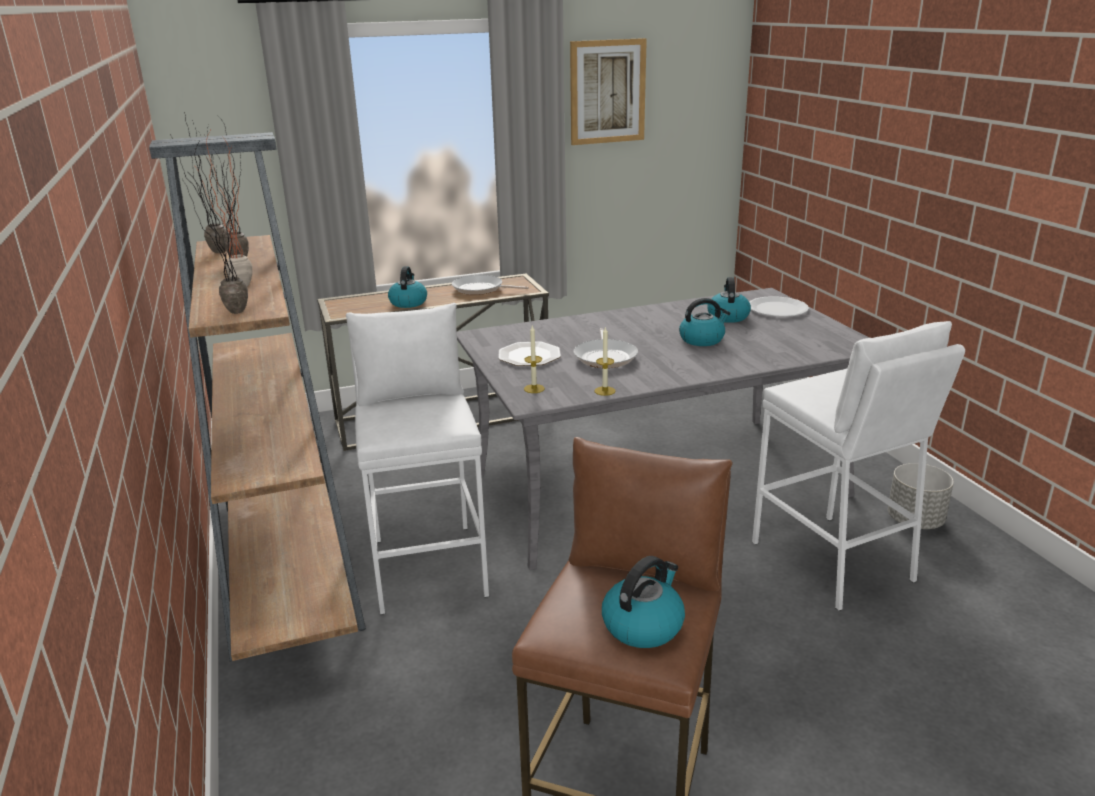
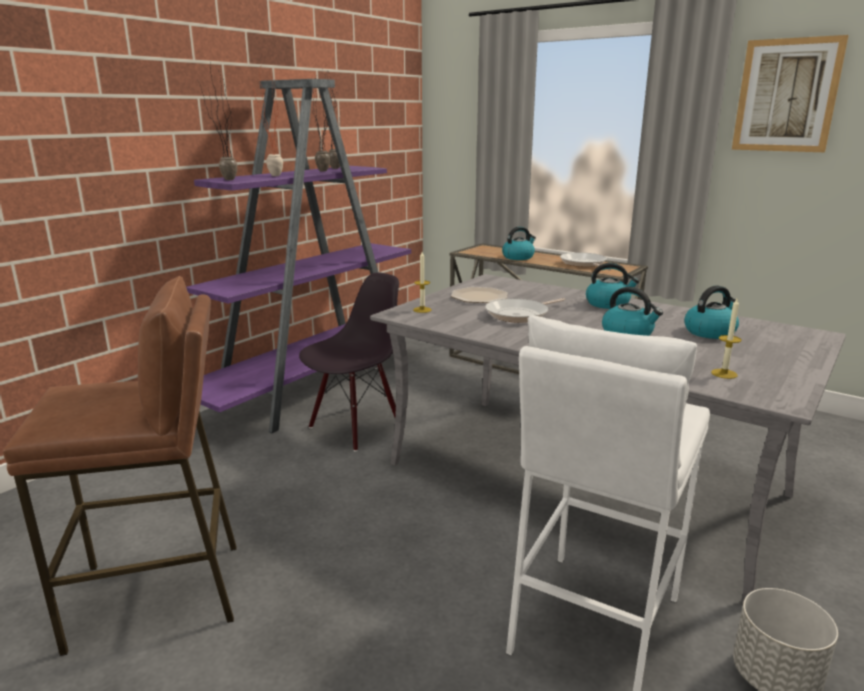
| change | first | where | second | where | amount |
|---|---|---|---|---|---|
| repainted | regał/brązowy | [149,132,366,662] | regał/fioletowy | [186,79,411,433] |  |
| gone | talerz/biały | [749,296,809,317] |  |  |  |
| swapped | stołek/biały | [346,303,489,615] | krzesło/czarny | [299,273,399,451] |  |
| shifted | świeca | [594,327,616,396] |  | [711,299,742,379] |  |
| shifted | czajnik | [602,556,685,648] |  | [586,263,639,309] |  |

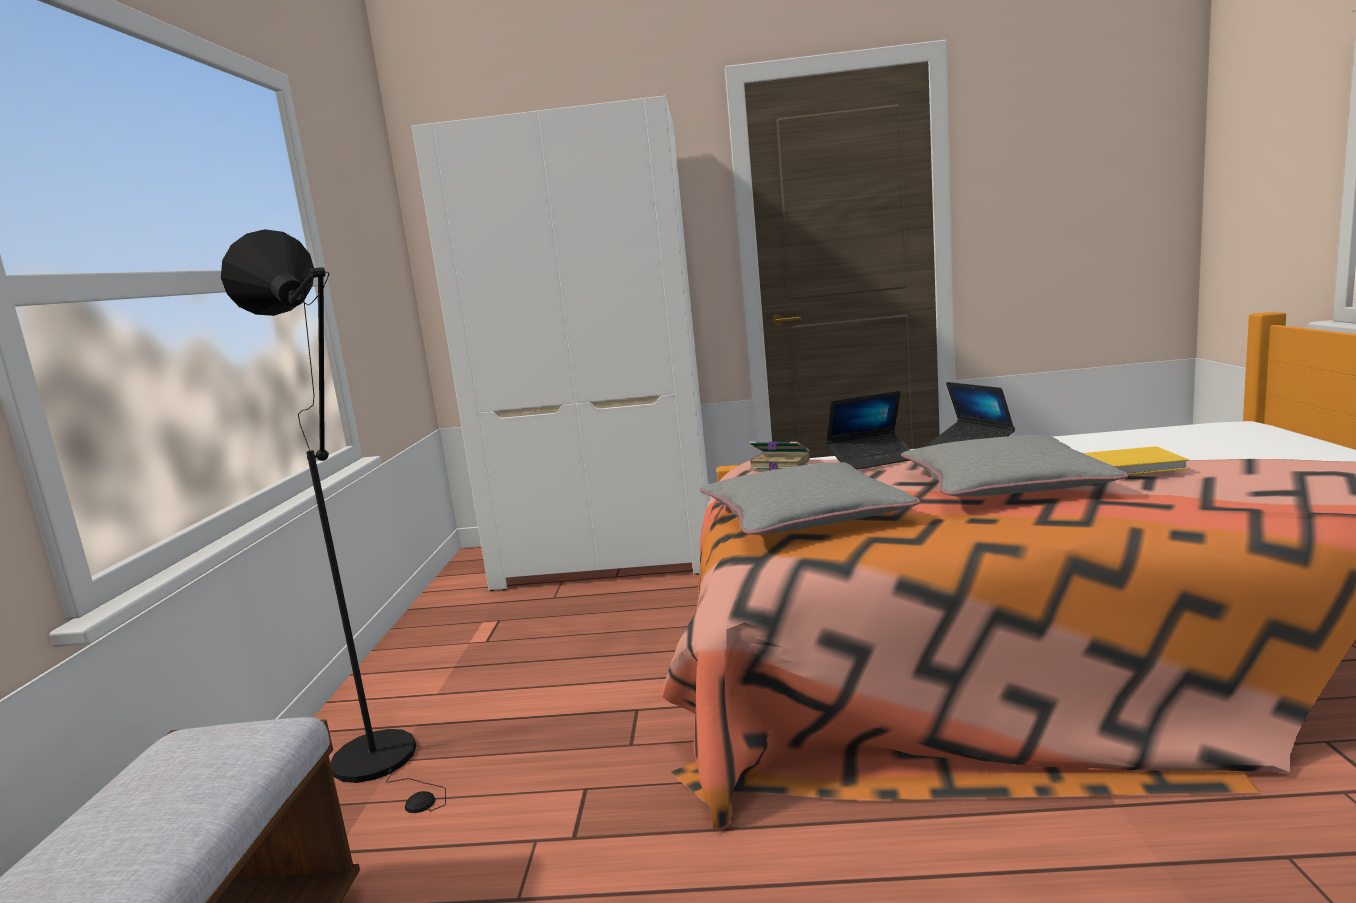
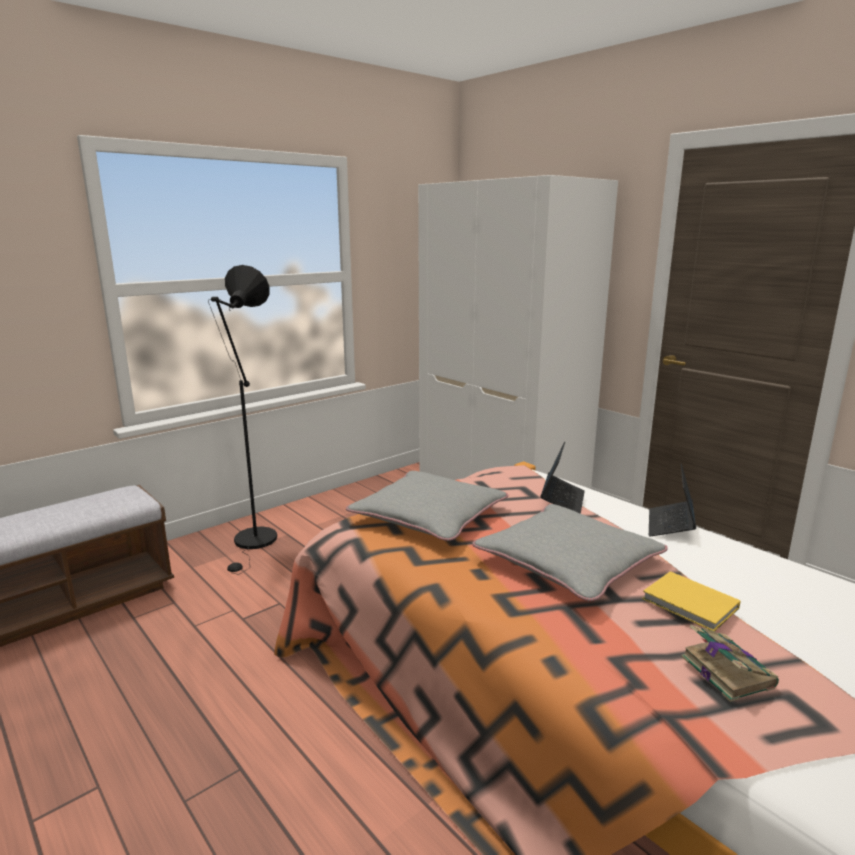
| change | first | where | second | where | amount |
|---|---|---|---|---|---|
| rotated | laptop | [826,391,910,470] |  | [540,442,585,514] | 105 degrees counterclockwise |
| shifted | książka | [749,441,810,470] |  | [681,625,779,702] |  |

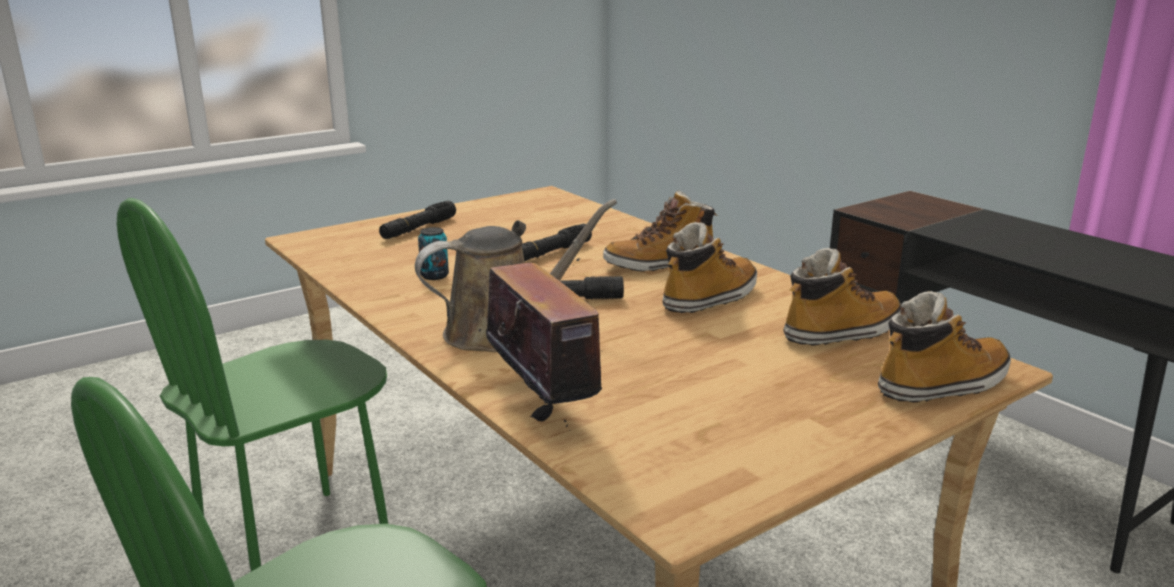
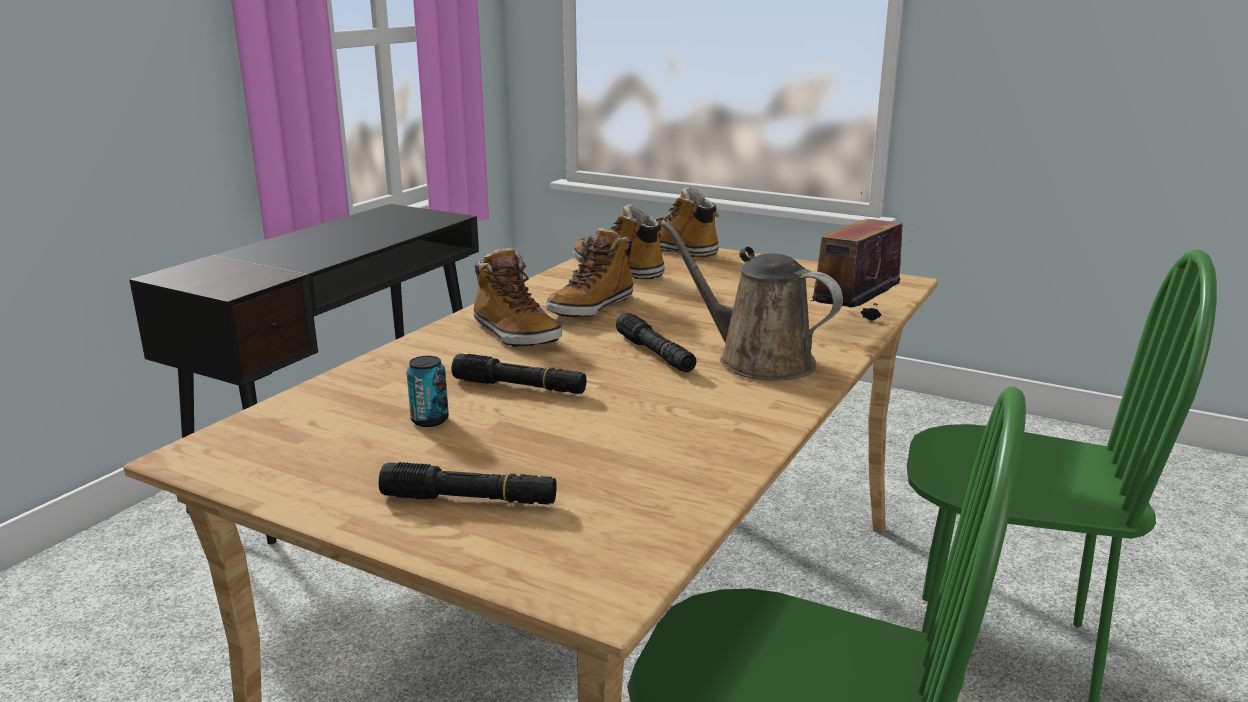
| change | first | where | second | where | amount |
|---|---|---|---|---|---|
| rotated | but z cholewką | [663,222,757,313] |  | [546,227,633,317] | 75 degrees counterclockwise |
| shifted | puszka | [418,227,449,280] |  | [406,356,449,427] |  |

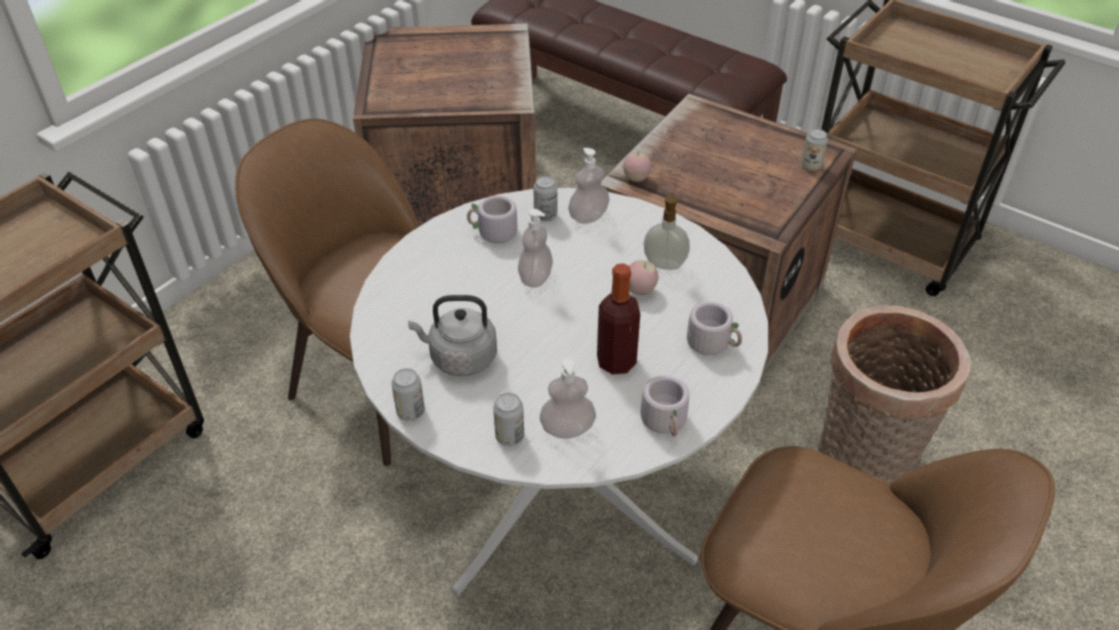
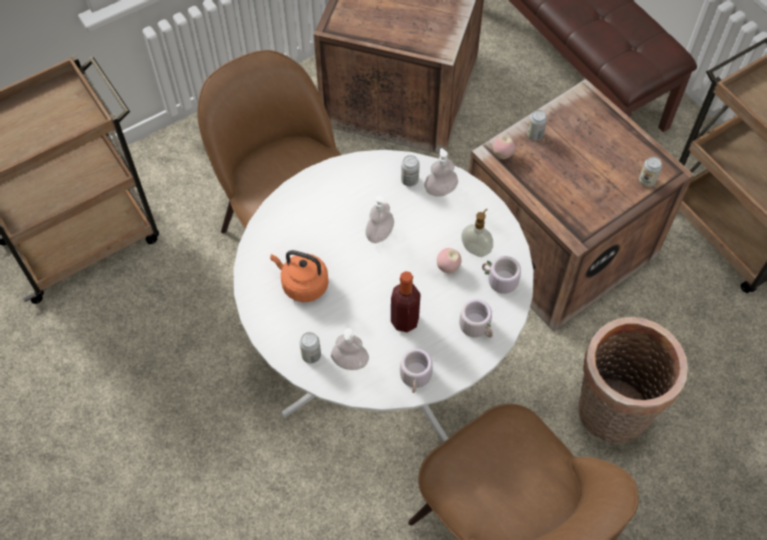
| change | first | where | second | where | amount |
|---|---|---|---|---|---|
| shifted | kubek/szary | [467,195,517,247] |  | [482,256,521,303] |  |
| repainted | czajnik/szary | [408,295,497,376] | czajnik/pomarańczowy | [270,250,329,302] |  |
| shifted | puszka | [391,368,425,421] |  | [527,110,547,140] |  |

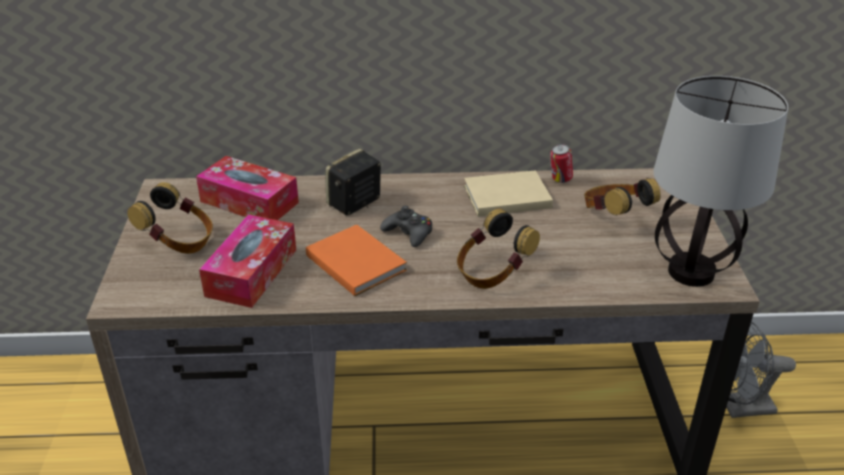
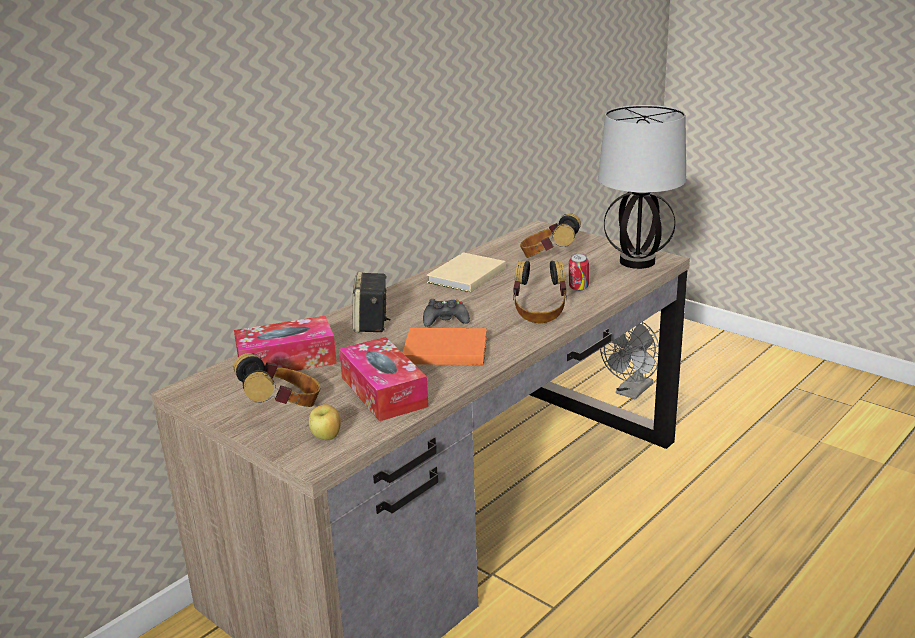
| change | first | where | second | where | amount |
|---|---|---|---|---|---|
| shifted | puszka | [550,144,573,183] |  | [569,253,589,291] |  |
| new |  |  | jabłko | [309,404,341,440] |  |

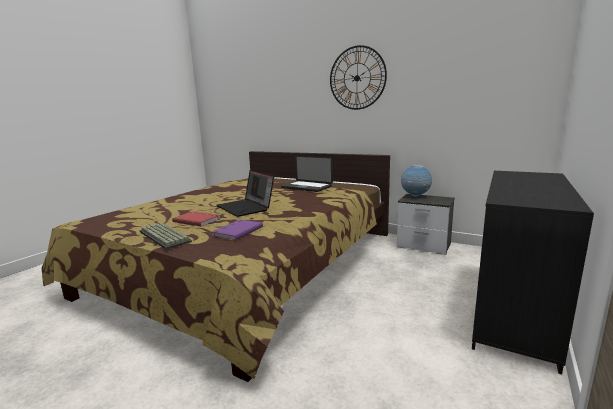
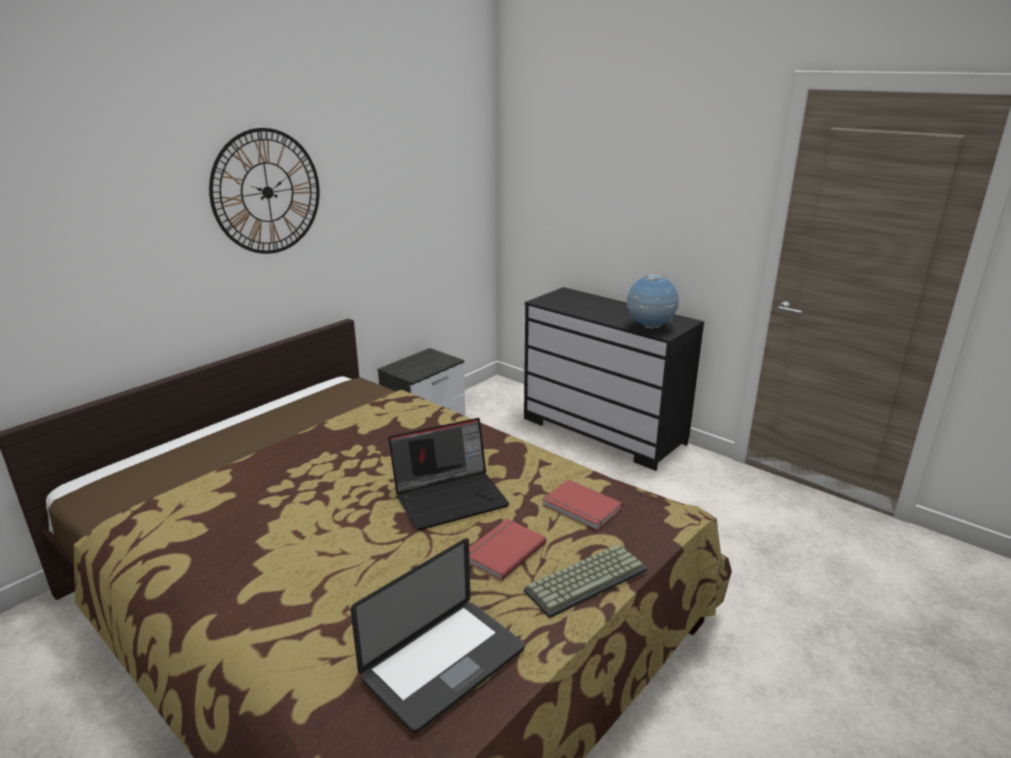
| change | first | where | second | where | amount |
|---|---|---|---|---|---|
| shifted | laptop | [281,155,333,192] |  | [350,538,525,734] |  |
| shifted | globus | [401,165,432,197] |  | [627,274,679,329] |  |
| repainted | książka/fioletowy | [212,219,263,241] | książka/czerwony | [542,480,623,530] |  |

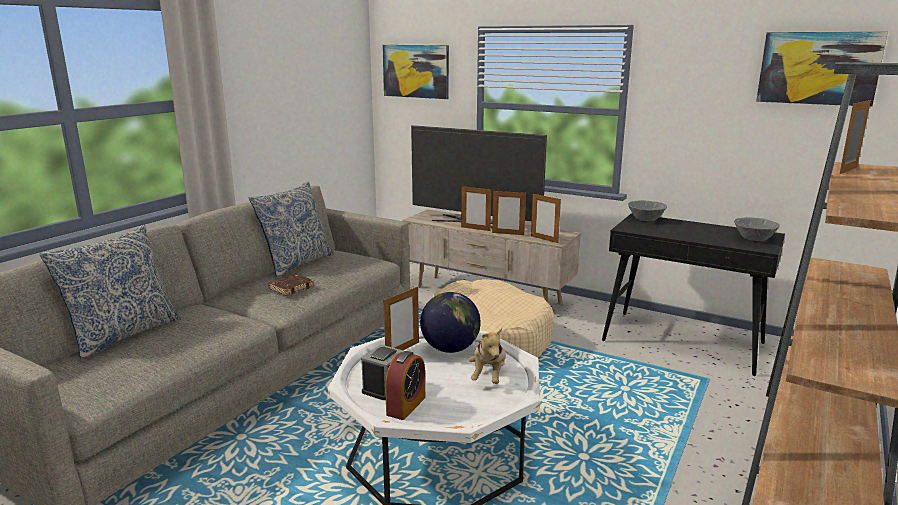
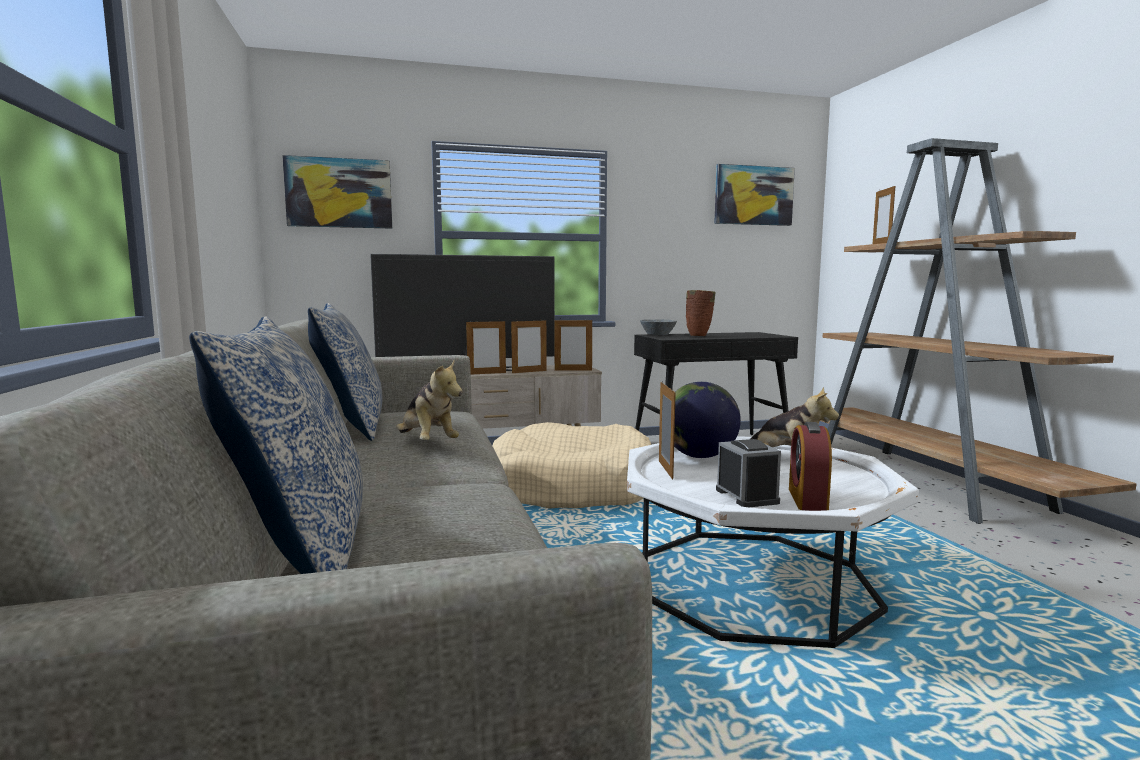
| change | first | where | second | where | amount |
|---|---|---|---|---|---|
| gone | miska/szary | [734,217,780,241] |  |  |  |
| swapped | książka/brązowy | [268,274,315,296] | pluszak | [396,361,463,440] |  |
| rotated | budzik | [385,351,425,420] |  | [789,422,832,511] | 150 degrees counterclockwise |
| new |  |  | wazon/brązowy | [686,290,716,336] |  |

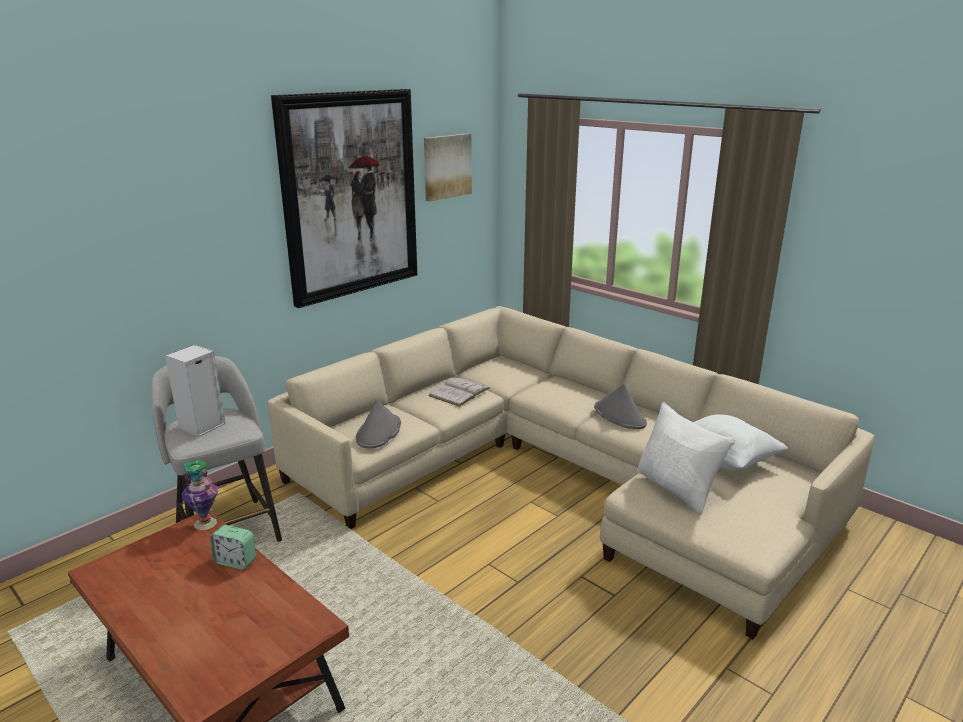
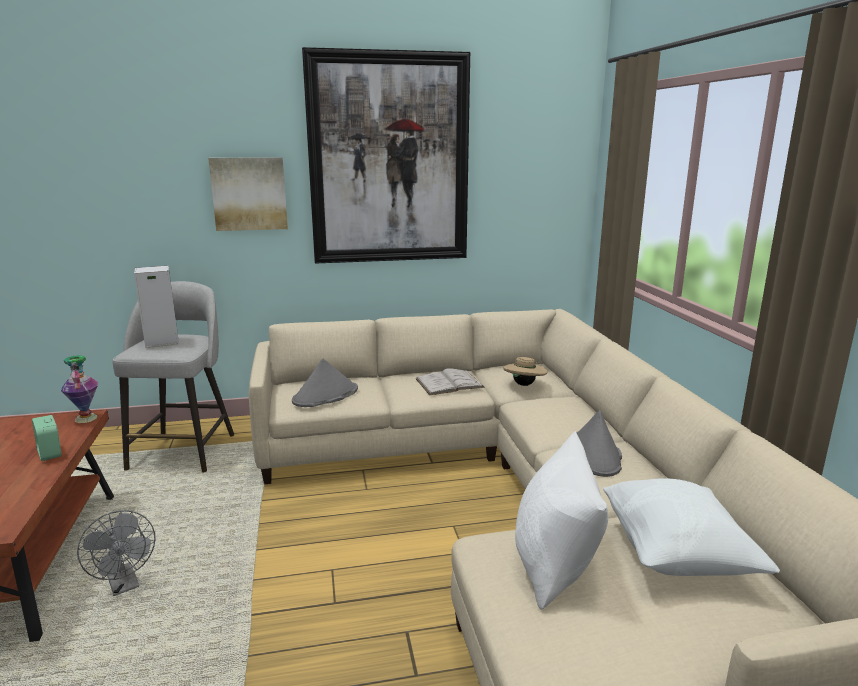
| change | first | where | second | where | amount |
|---|---|---|---|---|---|
| shifted | obraz | [424,133,472,202] |  | [208,157,288,231] |  |
| new |  |  | kapelusz/beżowy | [503,357,547,386] |  |
| new |  |  | wentylator/szary | [77,510,156,596] |  |

